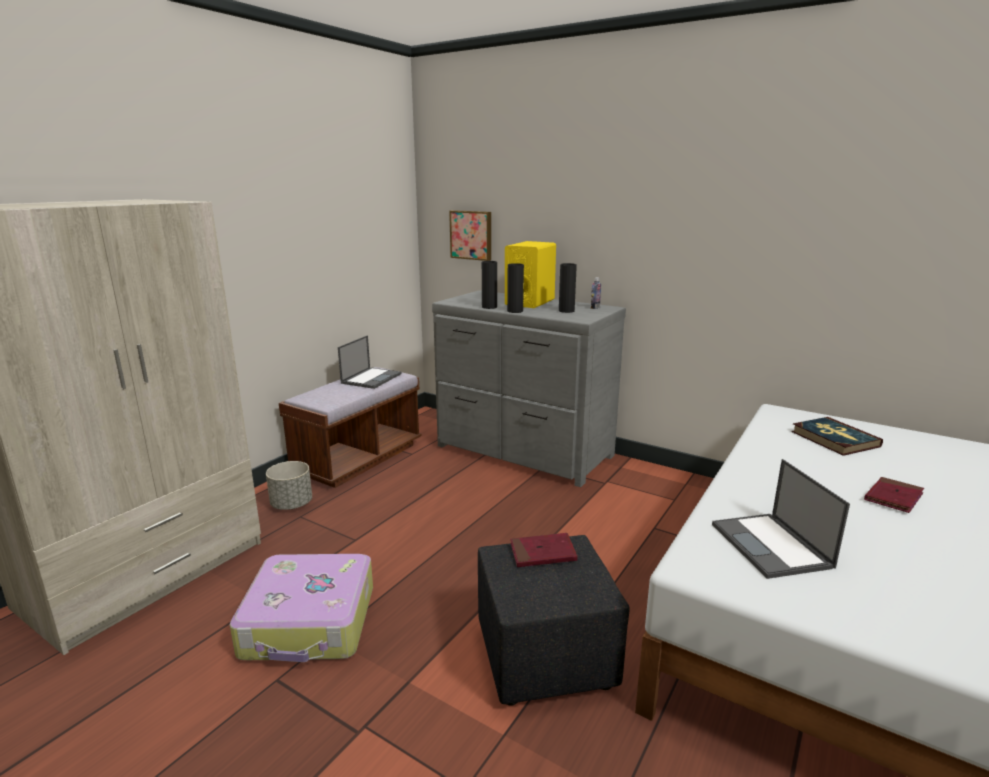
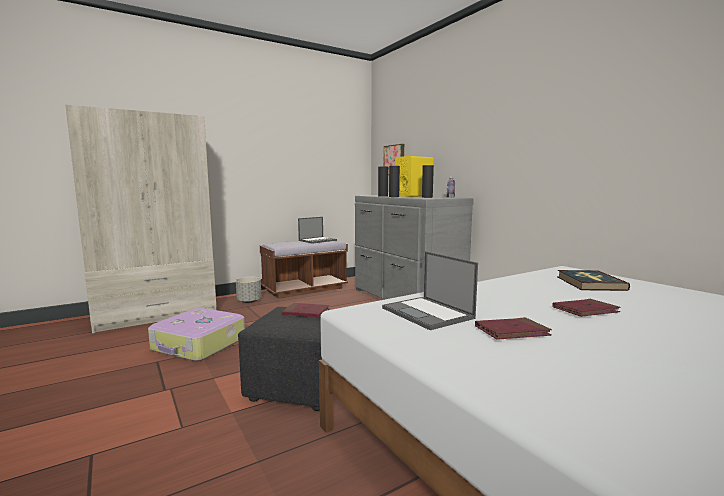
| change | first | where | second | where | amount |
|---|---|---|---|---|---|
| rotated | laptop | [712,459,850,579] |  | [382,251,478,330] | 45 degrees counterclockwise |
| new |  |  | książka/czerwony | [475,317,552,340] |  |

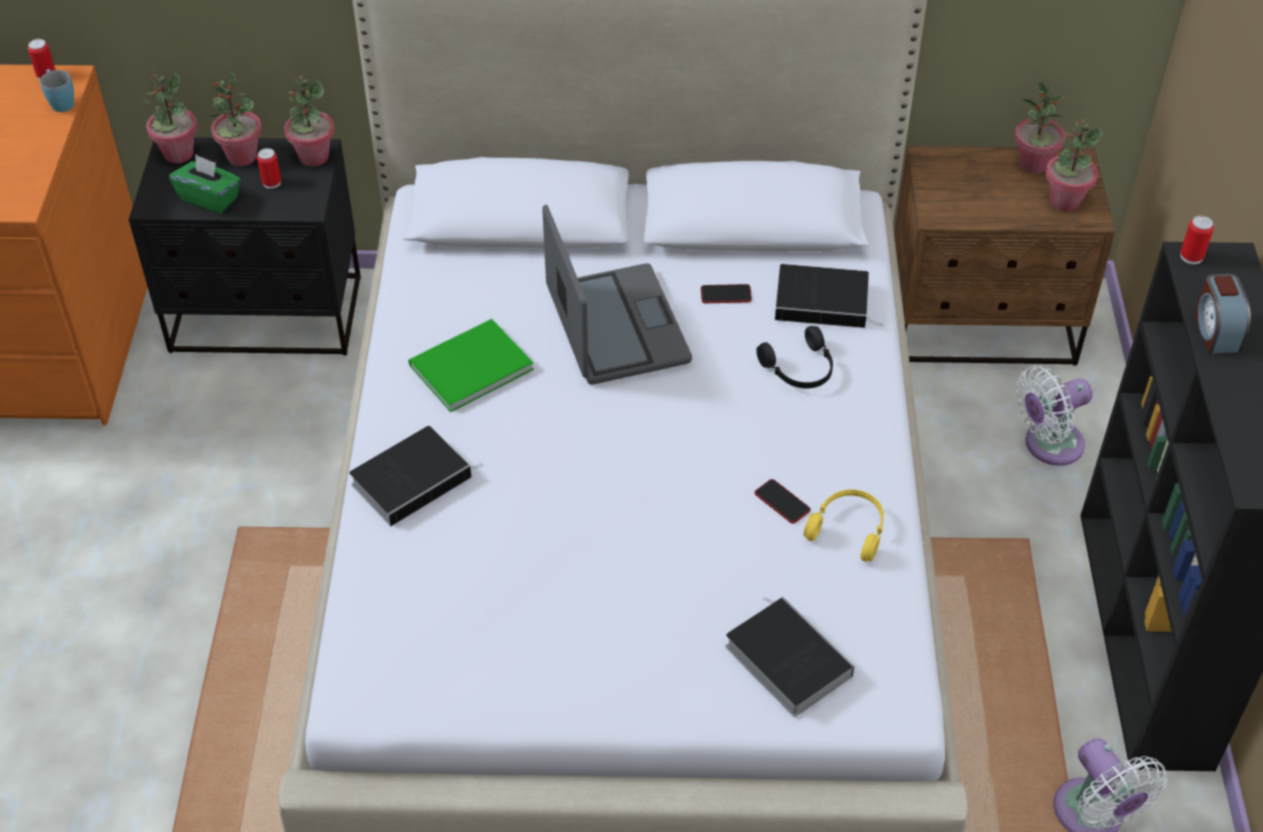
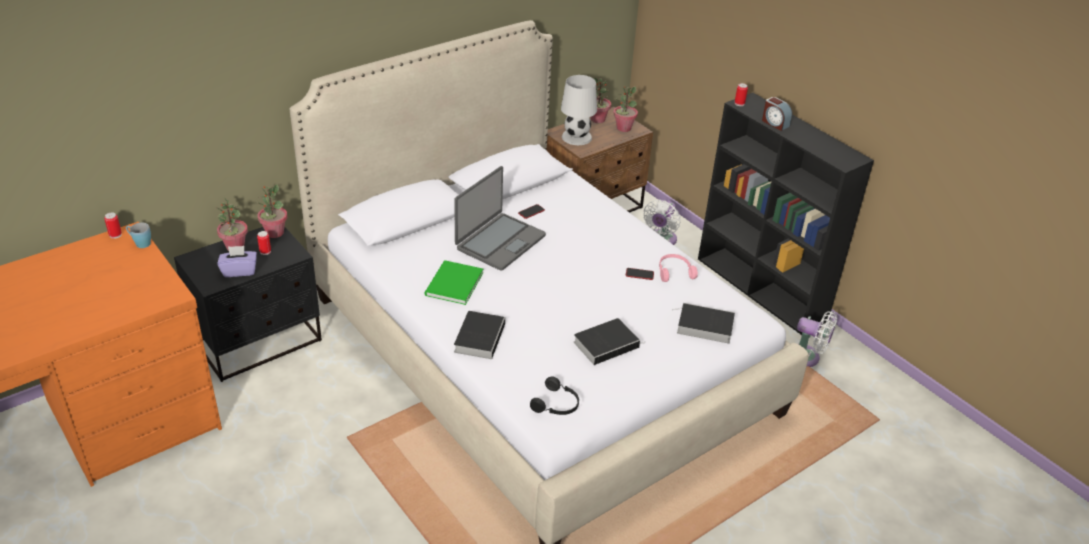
| change | first | where | second | where | amount |
|---|---|---|---|---|---|
| gone | roślina doniczkowa | [145,73,198,163] |  |  |  |
| repainted | pudełko chusteczek/zielony | [169,155,241,214] | pudełko chusteczek/fioletowy | [217,246,257,277] |  |
| rotated | laptop | [542,204,692,385] |  | [454,166,546,271] | 90 degrees clockwise |
| shifted | książka | [775,264,883,328] |  | [574,318,643,365] |  |
| shifted | słuchawki/czarny | [756,326,833,388] |  | [530,376,579,415] |  |
| repainted | słuchawki/żółty | [804,489,884,562] | słuchawki/różowy | [659,254,698,282] |  |
| new |  |  | lampa stołowa/biały | [561,75,597,145] |  |

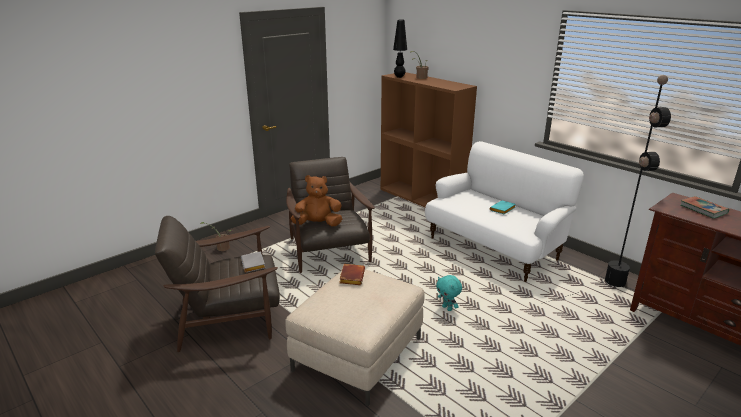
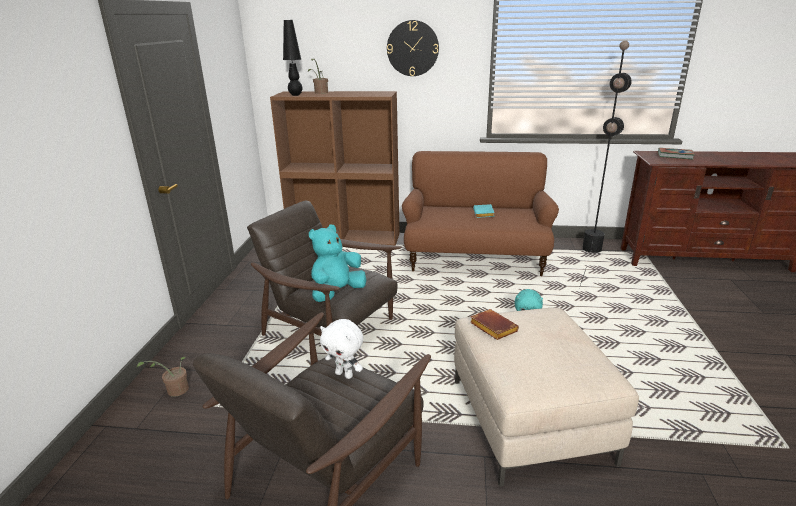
| change | first | where | second | where | amount |
|---|---|---|---|---|---|
| repainted | kanapa/biały | [425,141,584,282] | kanapa/brązowy | [402,151,559,276] |  |
| repainted | pluszak/brązowy | [291,175,342,226] | pluszak/turkusowy | [309,225,366,302] |  |
| swapped | książka/szary | [241,251,265,272] | pluszak/biały | [320,319,363,379] |  |
| new |  |  | zegar ścienny | [387,20,439,76] |  |

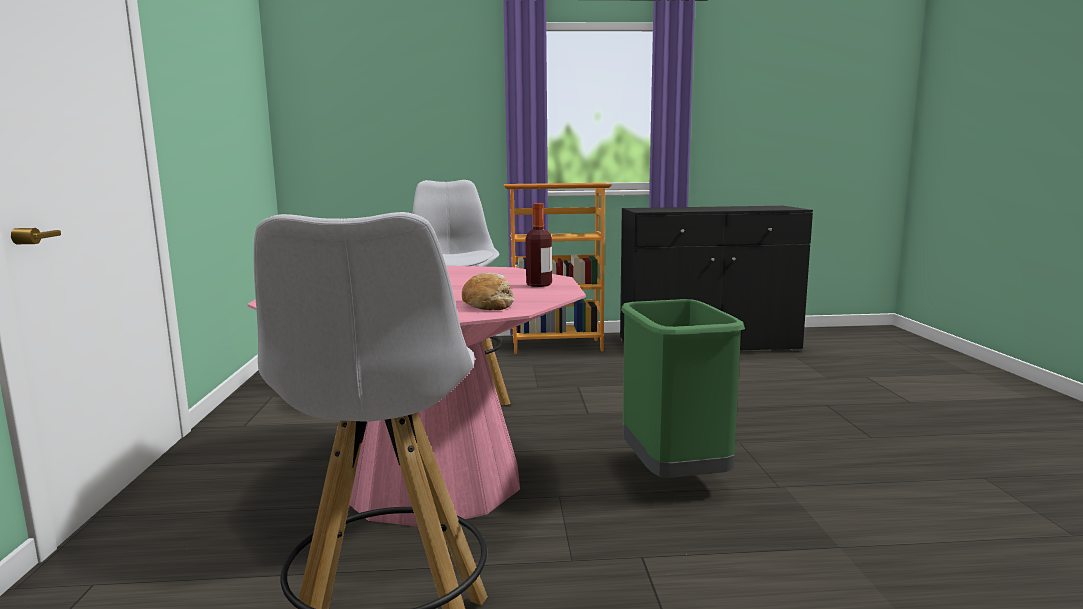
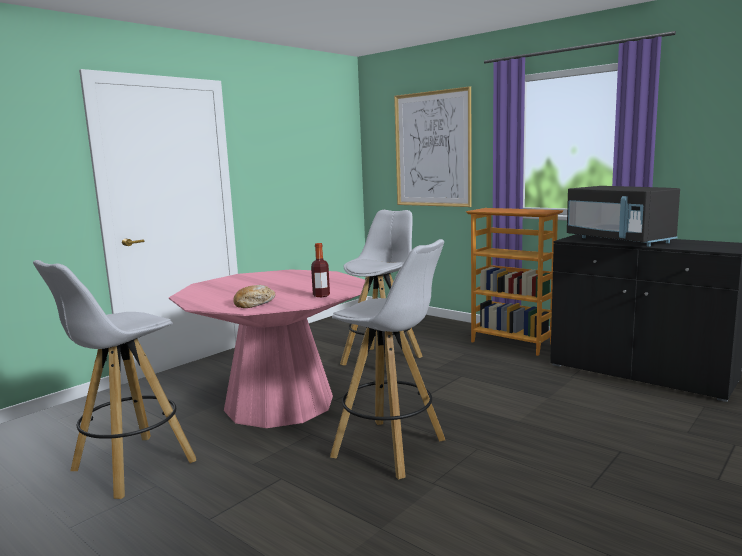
| change | first | where | second | where | amount |
|---|---|---|---|---|---|
| swapped | kosz na śmieci/zielony | [621,299,745,478] | stołek/biały | [330,239,445,479] |  |
| new |  |  | obraz | [394,86,472,207] |  |
| new |  |  | mikrofalówka/czarny | [567,186,680,247] |  |

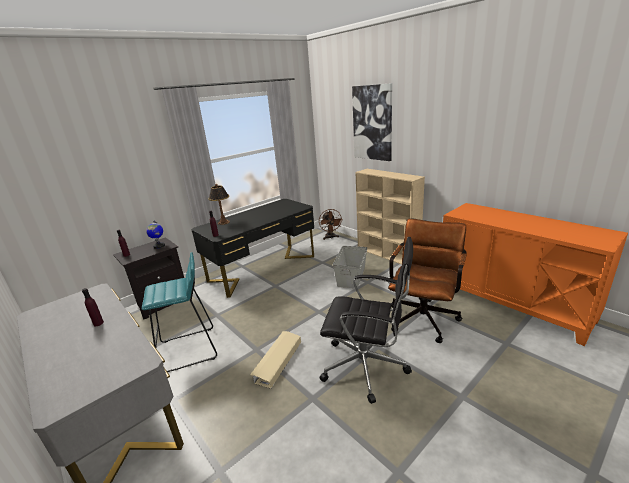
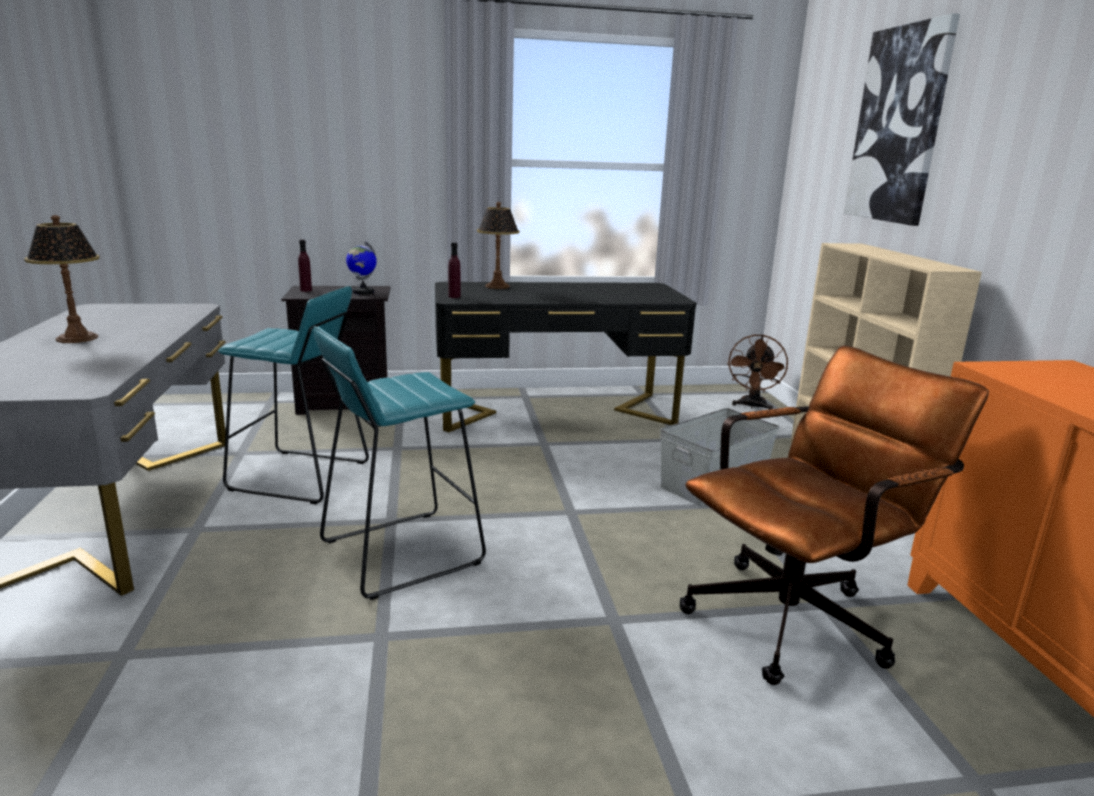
| change | first | where | second | where | amount |
|---|---|---|---|---|---|
| gone | krzesło biurowe/czarny | [320,237,413,404] |  |  |  |
| gone | butelka/fioletowy | [82,288,104,326] |  |  |  |
| swapped | pojemnik do przechowywania/beżowy | [250,331,301,388] | stołek/turkusowy | [313,326,486,600] |  |
| new |  |  | lampa stołowa | [24,215,100,343] |  |

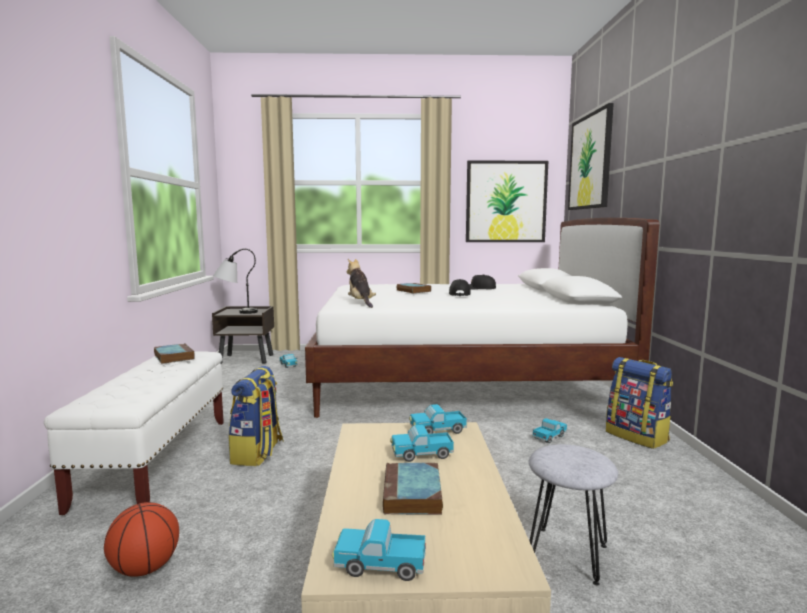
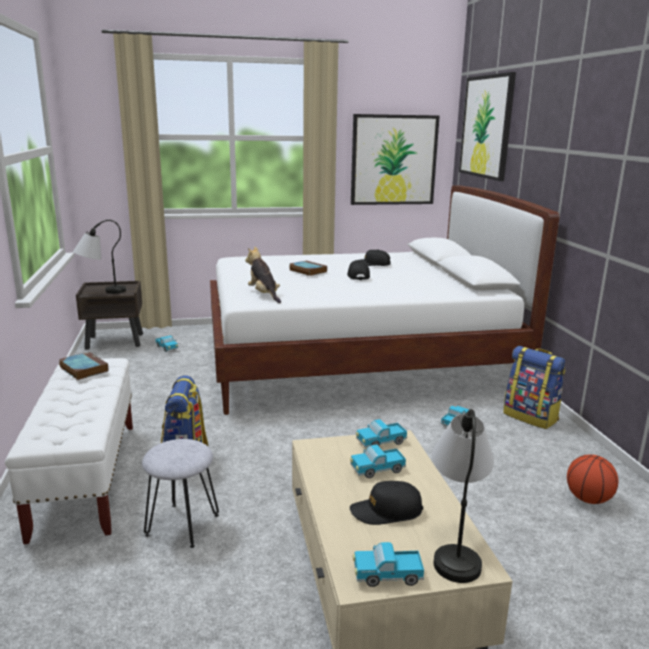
| change | first | where | second | where | amount |
|---|---|---|---|---|---|
| shifted | stołek/szary | [529,444,618,586] |  | [142,439,219,548] |  |
| swapped | książka | [383,463,443,515] | czapka z daszkiem/czarny | [350,481,423,525] |  |
| shifted | piłka do koszykówki | [104,502,179,577] |  | [567,454,618,504] |  |
| new |  |  | lampa stołowa | [432,409,494,583] |  |

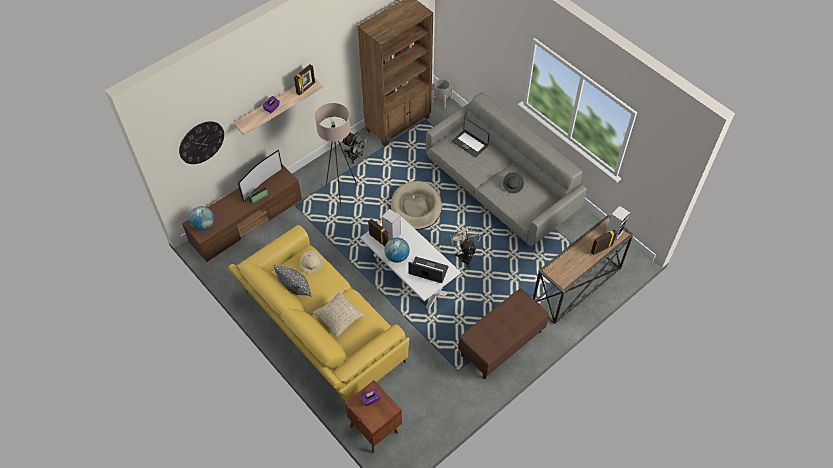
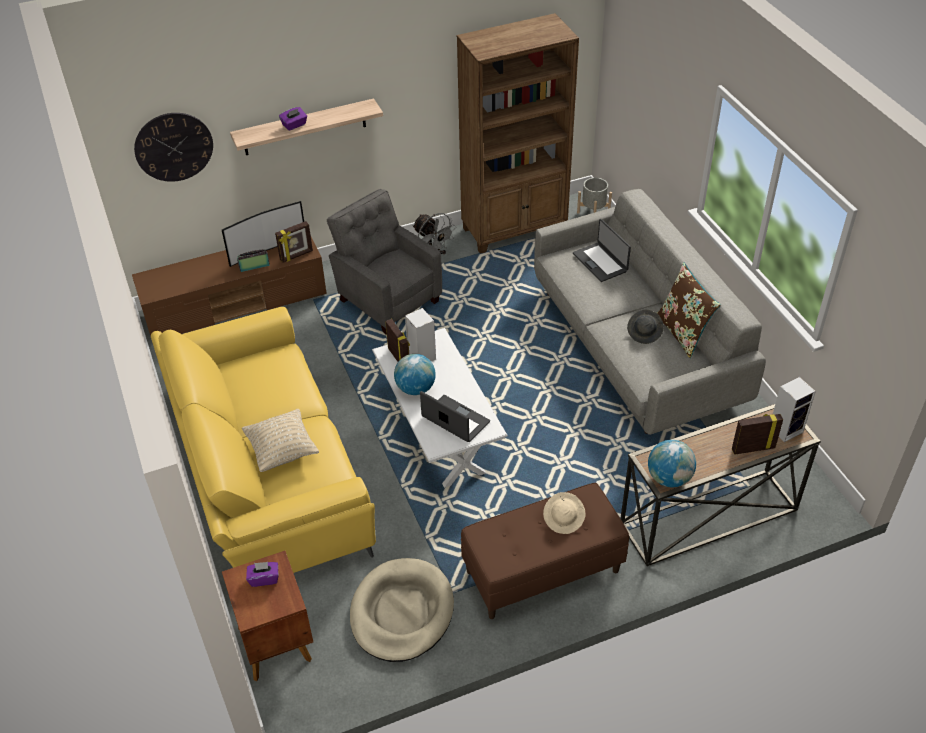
| change | first | where | second | where | amount |
|---|---|---|---|---|---|
| shifted | ramka na zdjęcie | [294,65,315,96] |  | [275,221,313,263] |  |
| swapped | lampa stojąca/beżowy | [315,103,358,209] | fotel/szary | [327,189,442,335] |  |
| shifted | legowisko/beżowy | [391,181,442,230] |  | [350,558,454,662] |  |
| shifted | globus | [189,206,214,231] |  | [648,440,696,487] |  |
| gone | wentylator/beżowy | [451,228,481,268] |  |  |  |
| shifted | kapelusz/beżowy | [300,251,323,274] |  | [543,492,585,534] |  |
| gone | poduszka/szary | [274,265,312,297] |  |  |  |
| new |  |  | poduszka/brązowy | [657,262,721,358] |  |

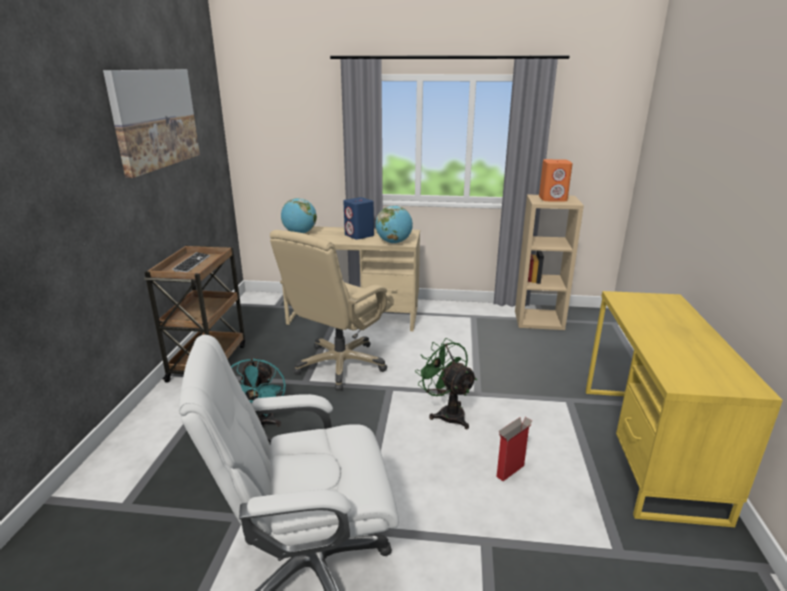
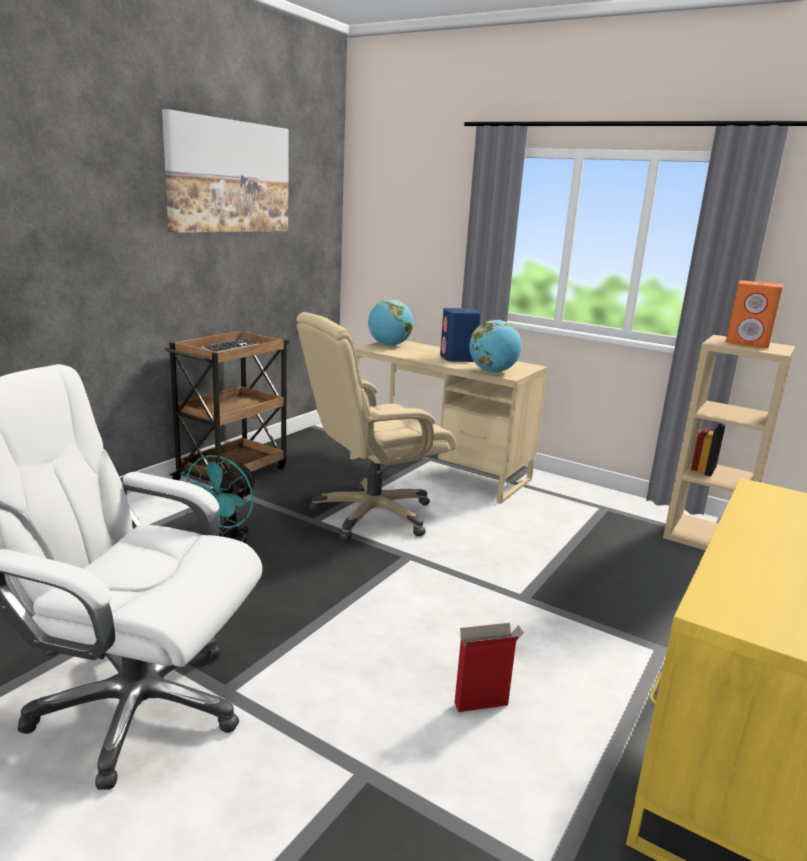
| change | first | where | second | where | amount |
|---|---|---|---|---|---|
| gone | wentylator/zielony | [415,338,477,429] |  |  |  |

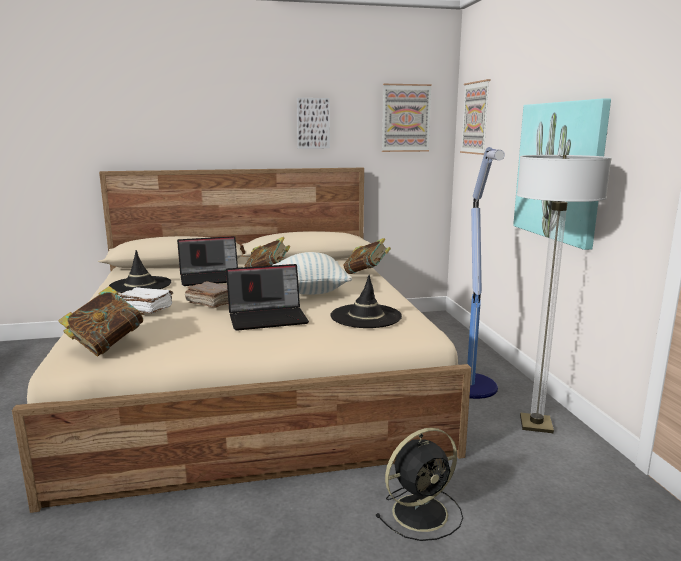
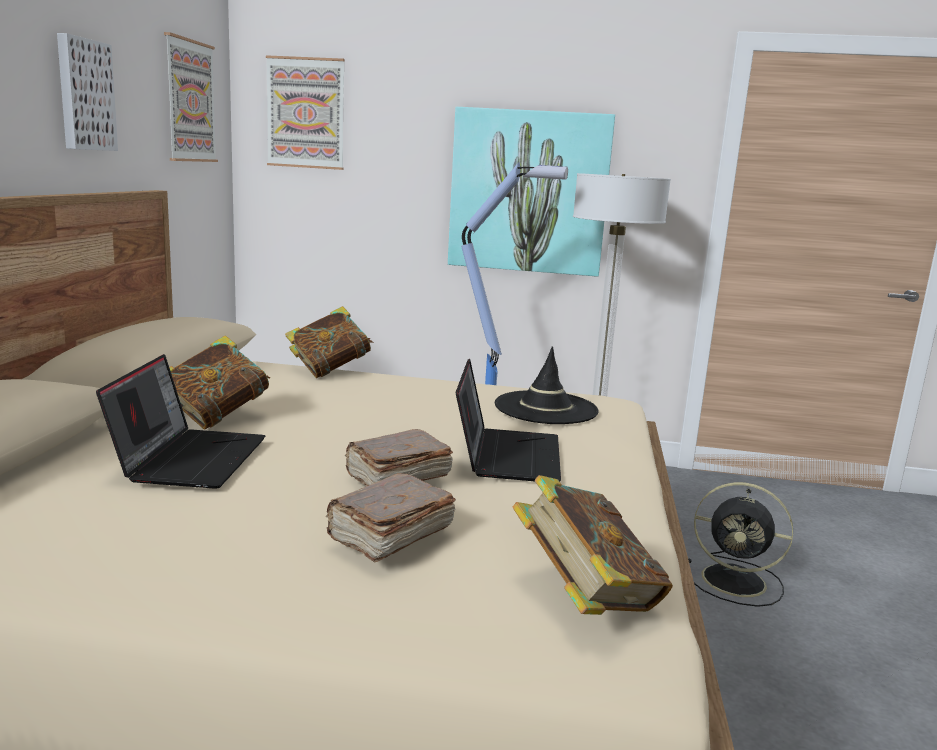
| change | first | where | second | where | amount |
|---|---|---|---|---|---|
| gone | kapelusz/czarny | [109,250,171,293] |  |  |  |
| gone | poduszka | [272,252,352,295] |  |  |  |
| repainted | książka/biały | [119,287,173,314] | książka/brązowy | [326,473,456,562] |  |
| rotated | wentylator/czarny | [375,428,463,541] |  | [688,482,793,607] | 120 degrees clockwise |

